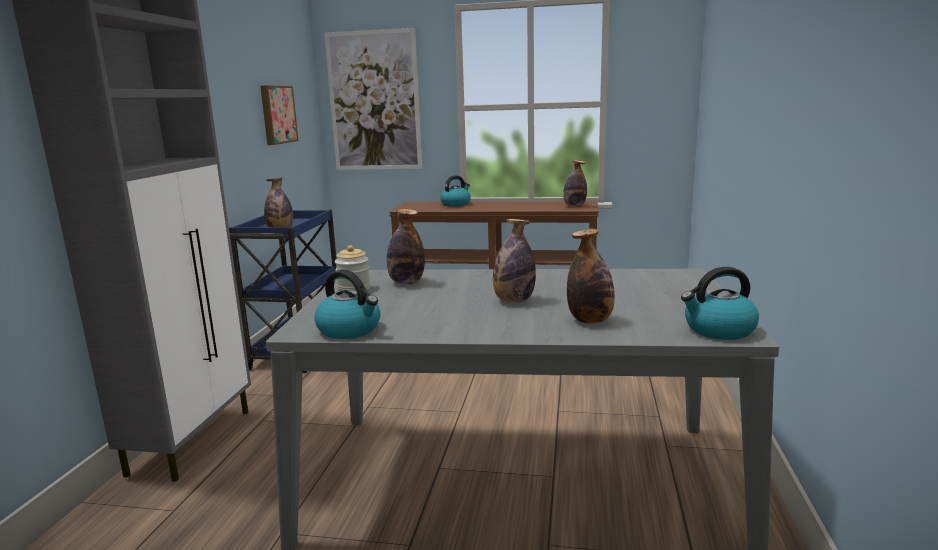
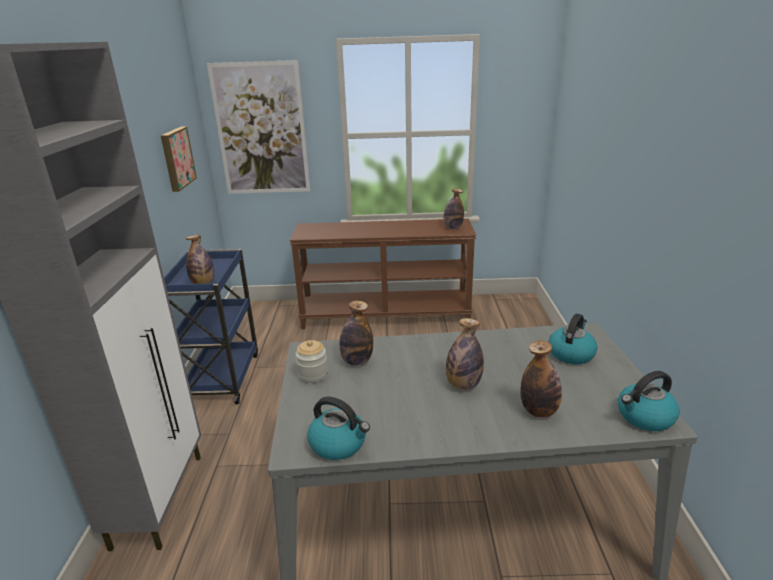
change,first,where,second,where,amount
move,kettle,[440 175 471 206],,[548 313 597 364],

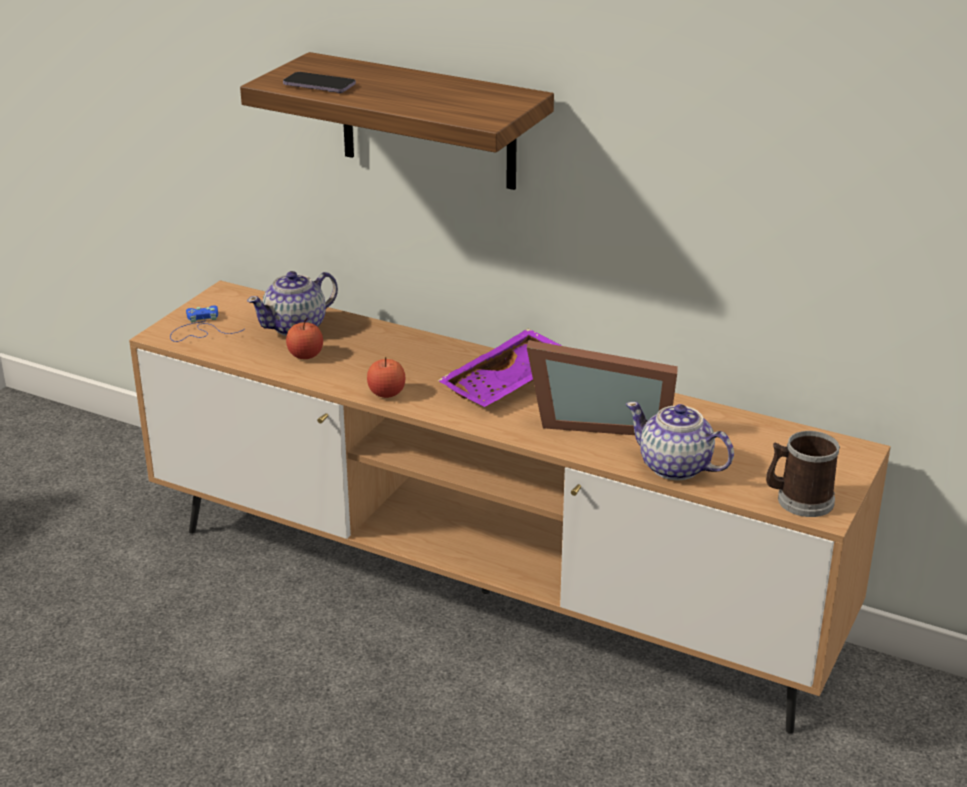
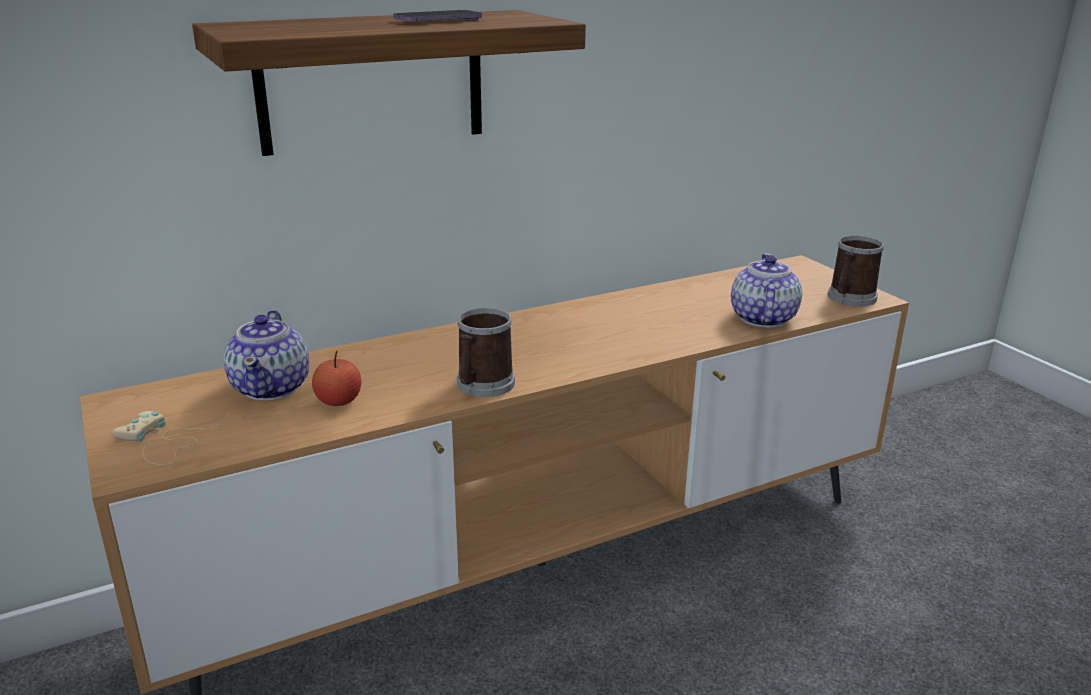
change,first,where,second,where,amount
delete,tray/purple,[437 329 562 407],,,
delete,picture frame,[527 340 678 435],,,
move,phone,[283 72 356 93],,[393 10 482 22],
replace,apple,[367 357 405 398],mug,[457 308 515 397],
recolor,game controller/blue,[170 305 244 342],game controller/beige,[112 411 228 465],
rotate,teapot,[626 402 734 481],,[731 253 802 328],120 degrees clockwise

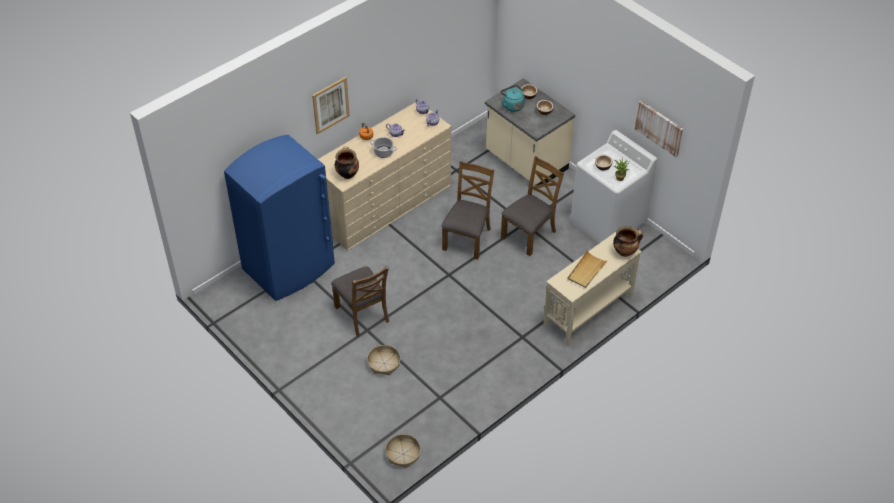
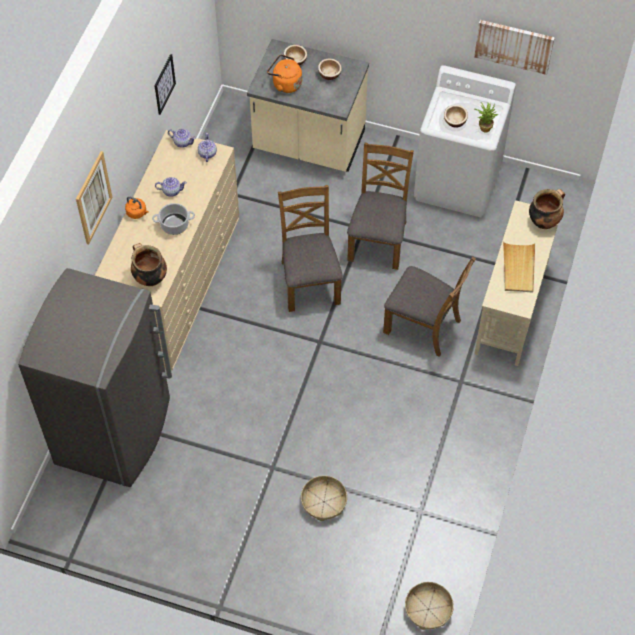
change,first,where,second,where,amount
insert,,,picture,[155 54 176 115],
move,chair/brown,[331 266 389 337],,[383 256 476 357],
recolor,fridge/blue,[224 135 335 301],fridge/grey,[18 268 172 487],
recolor,kettle/turquoise,[500 85 525 112],kettle/orange,[267 54 302 93],

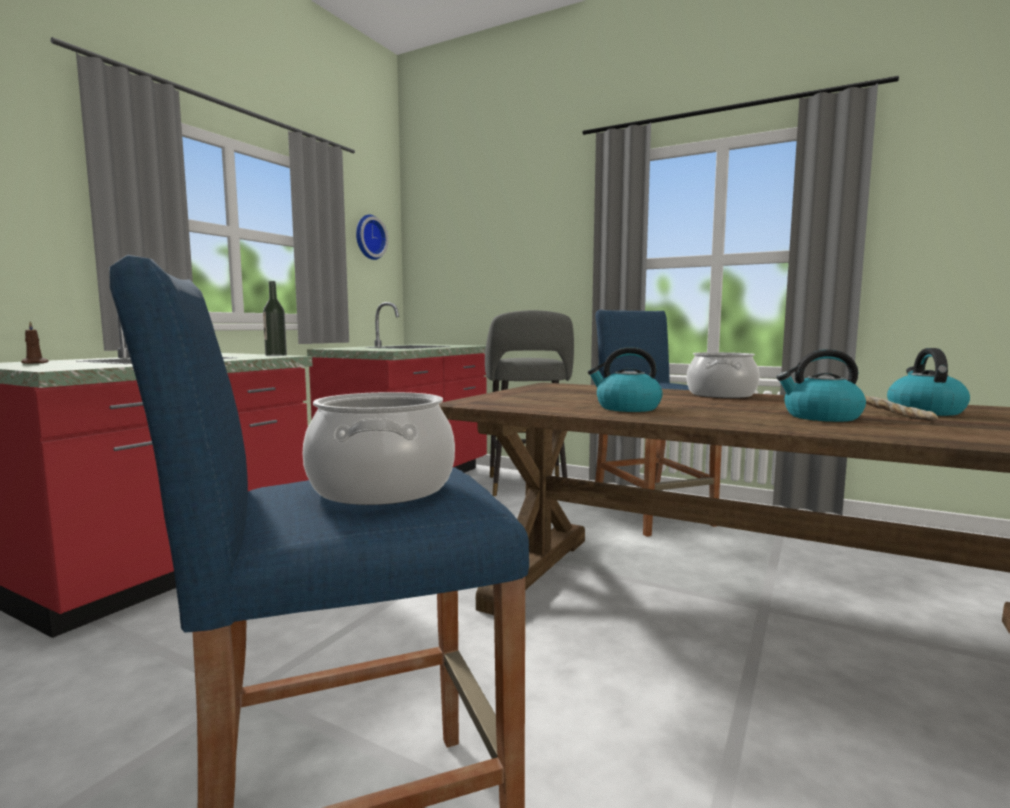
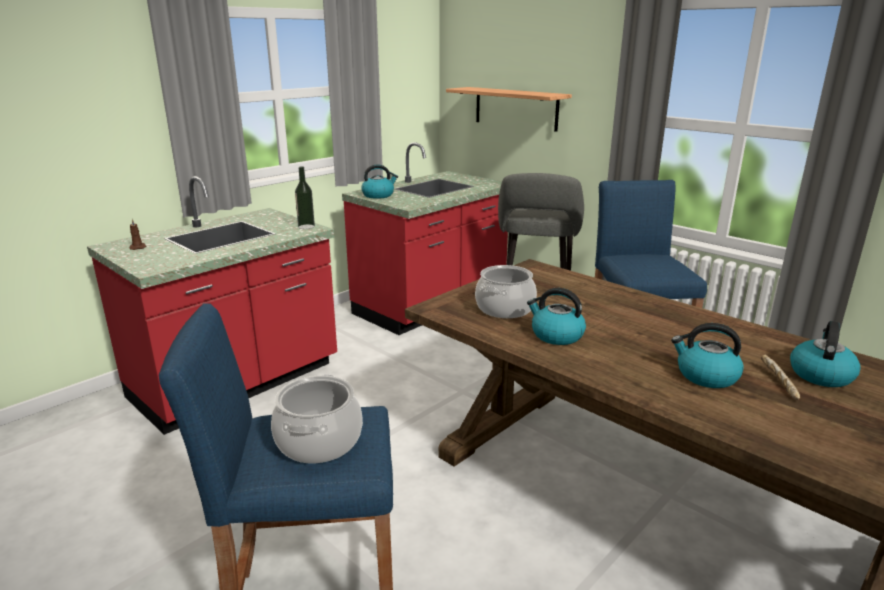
change,first,where,second,where,amount
delete,wall clock,[356 215 388 260],,,
insert,,,kettle,[361 164 398 199],
insert,,,shelf,[446 87 572 132],
move,cooking pot,[687 352 759 398],,[475 265 537 318],

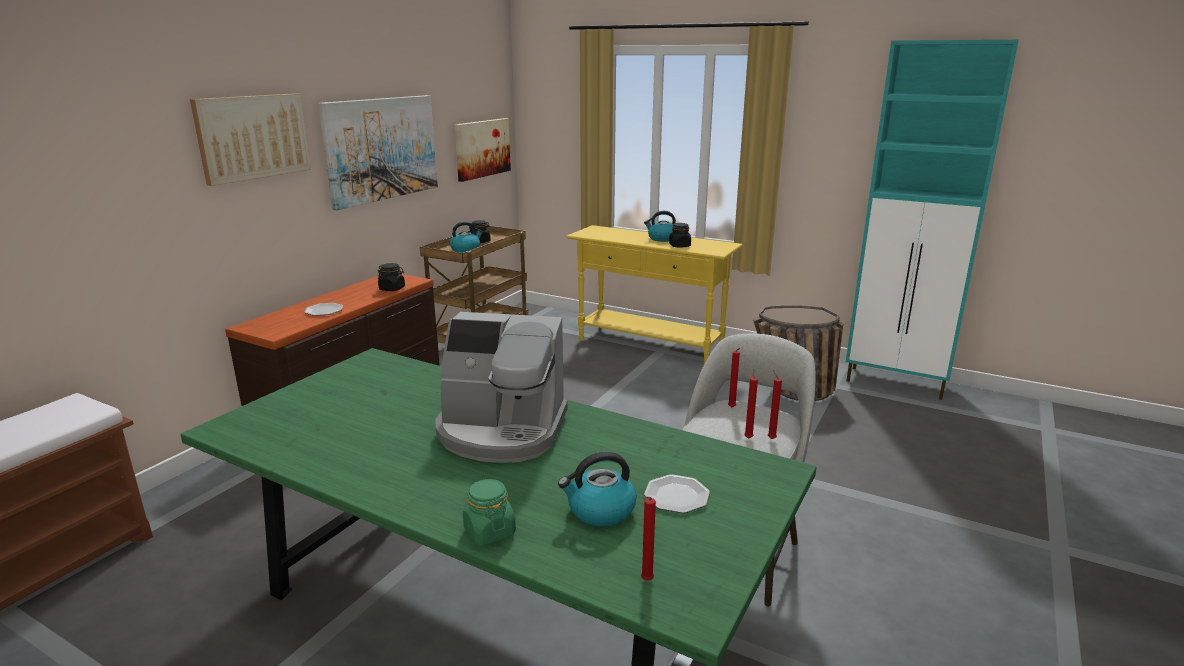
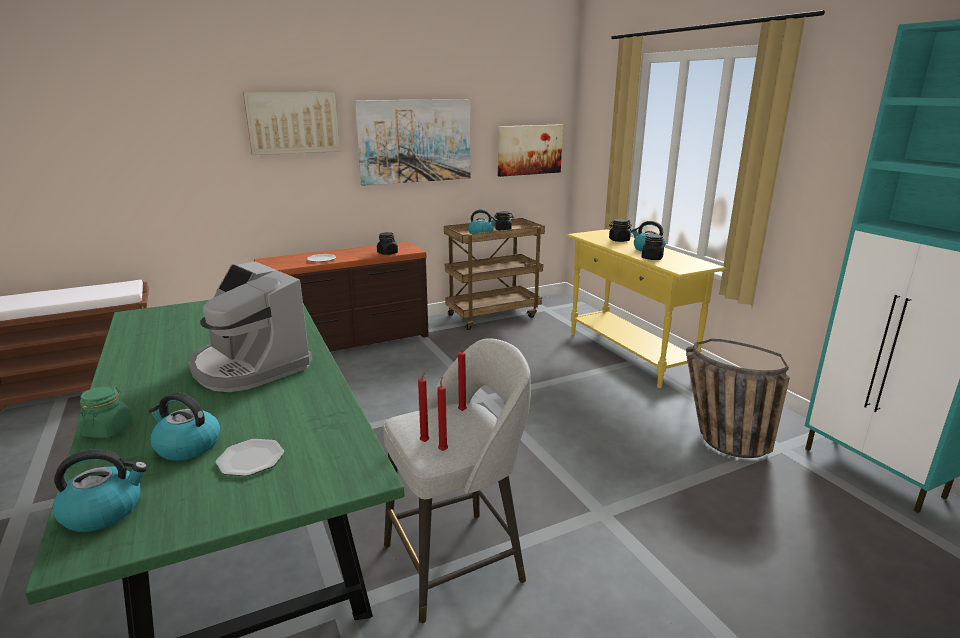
change,first,where,second,where,amount
insert,,,jar/black,[609 219 631 242],
replace,candle/red,[641 497 656 581],kettle,[53 449 148 532],

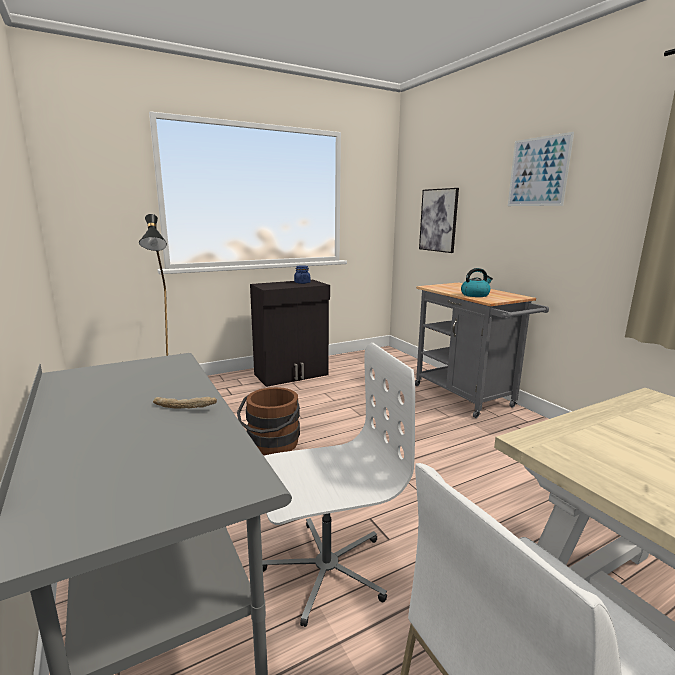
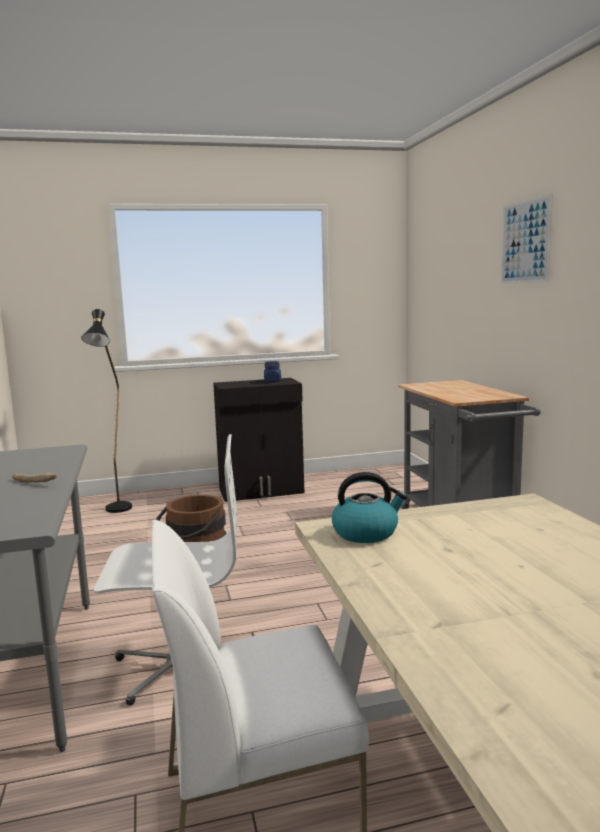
change,first,where,second,where,amount
delete,picture,[419 188 459 253],,,
move,kettle,[461 268 493 297],,[332 472 407 543],

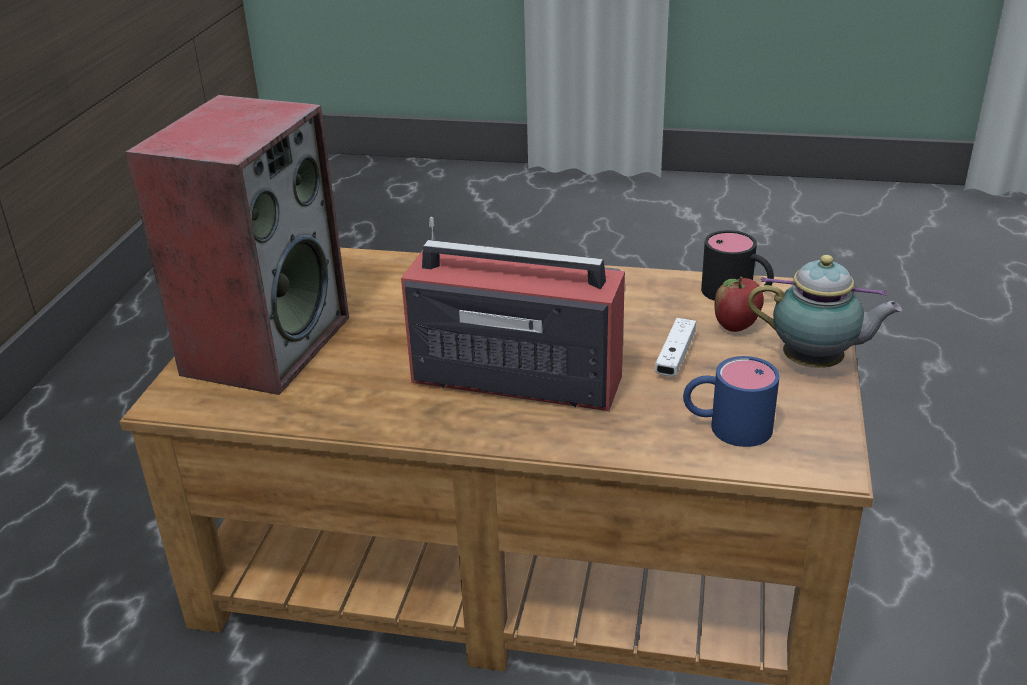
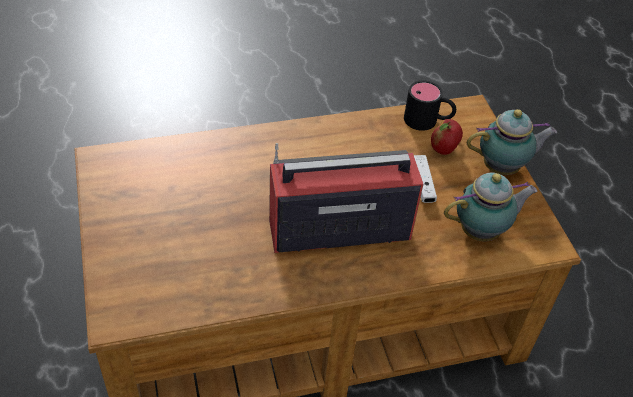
change,first,where,second,where,amount
delete,speaker,[125 95 349 395],,,
replace,mug/blue,[683 356 780 447],teapot,[444 173 538 241],

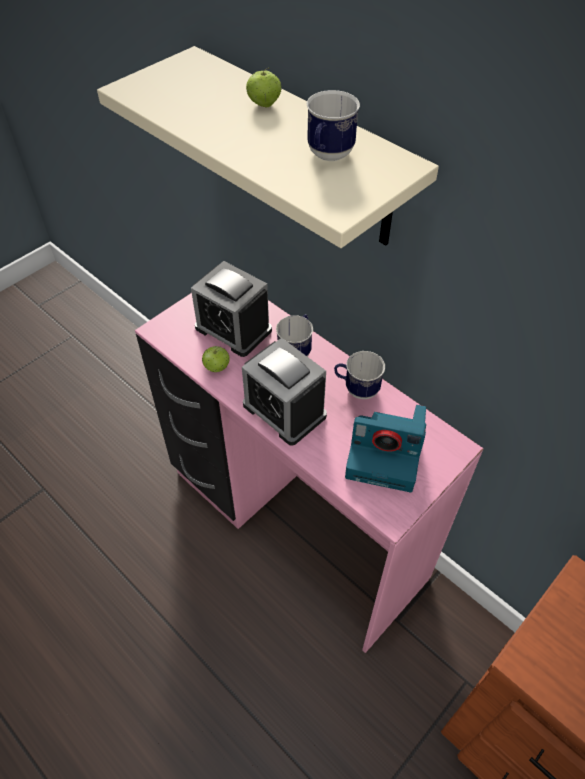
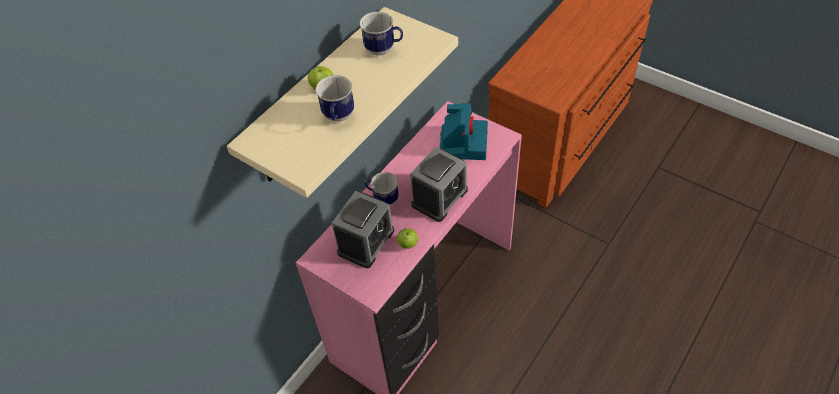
change,first,where,second,where,amount
move,mug,[334 351 385 399],,[316 75 354 122],

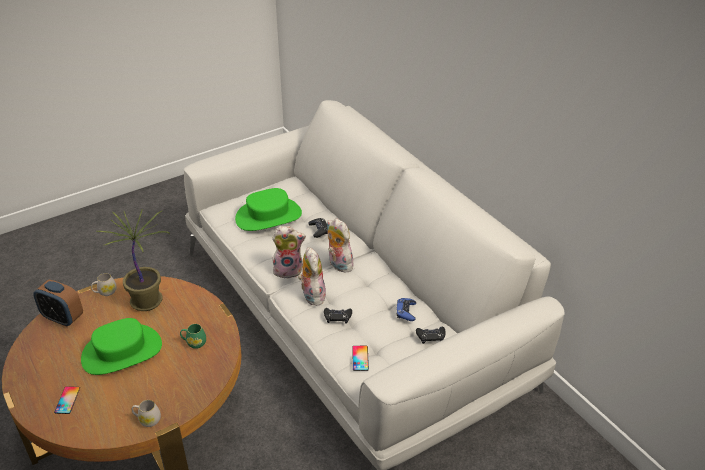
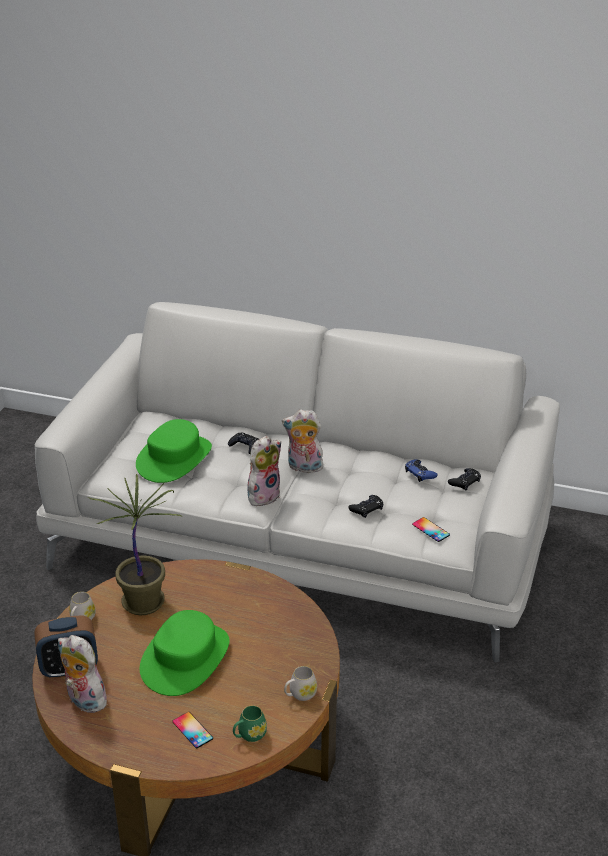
change,first,where,second,where,amount
move,mug/green,[180 324 206 349],,[233 705 267 742],
move,plush toy,[298 247 326 306],,[58 635 112 713],

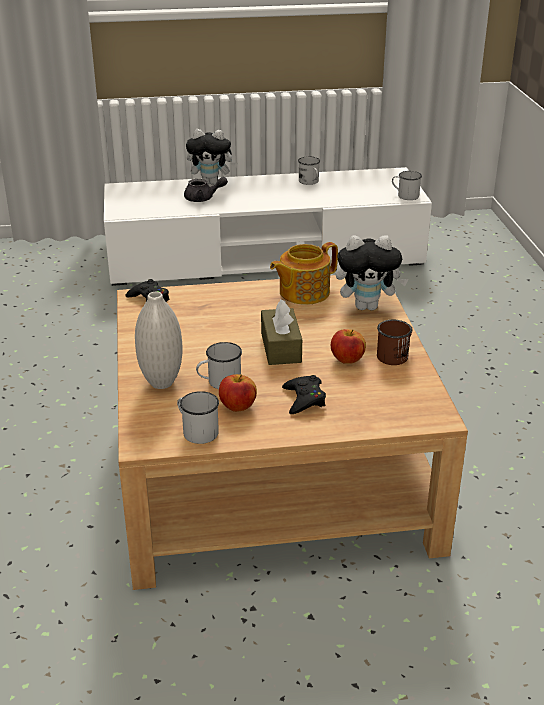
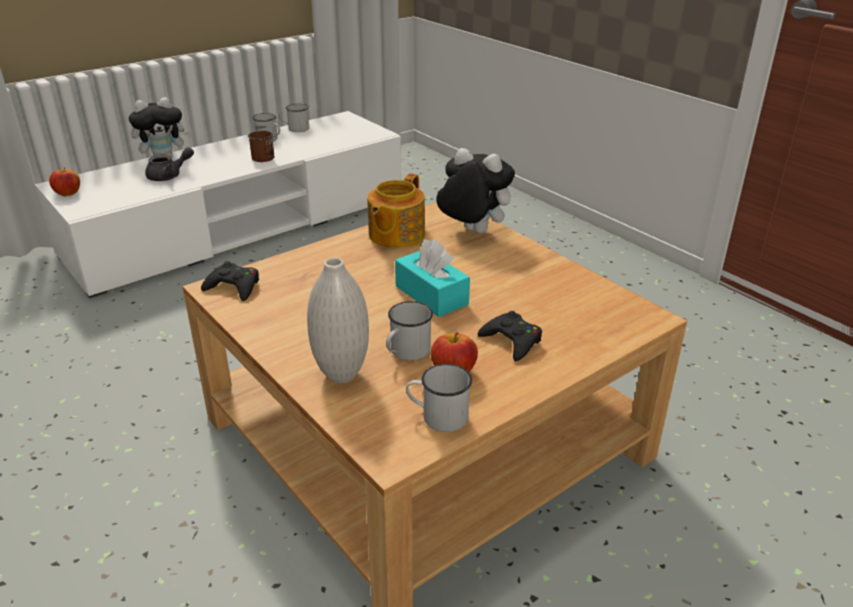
change,first,where,second,where,amount
move,apple,[331 329 366 364],,[49 167 80 196],
move,mug/brown,[377 320 412 365],,[248 130 274 162],
move,mug/white,[392 171 422 200],,[279 103 309 132],
recolor,tissue box/brown,[261 300 302 365],tissue box/turquoise,[395 239 470 317],
rotate,plush toy,[336 235 408 310],,[436 148 515 234],120 degrees counterclockwise

